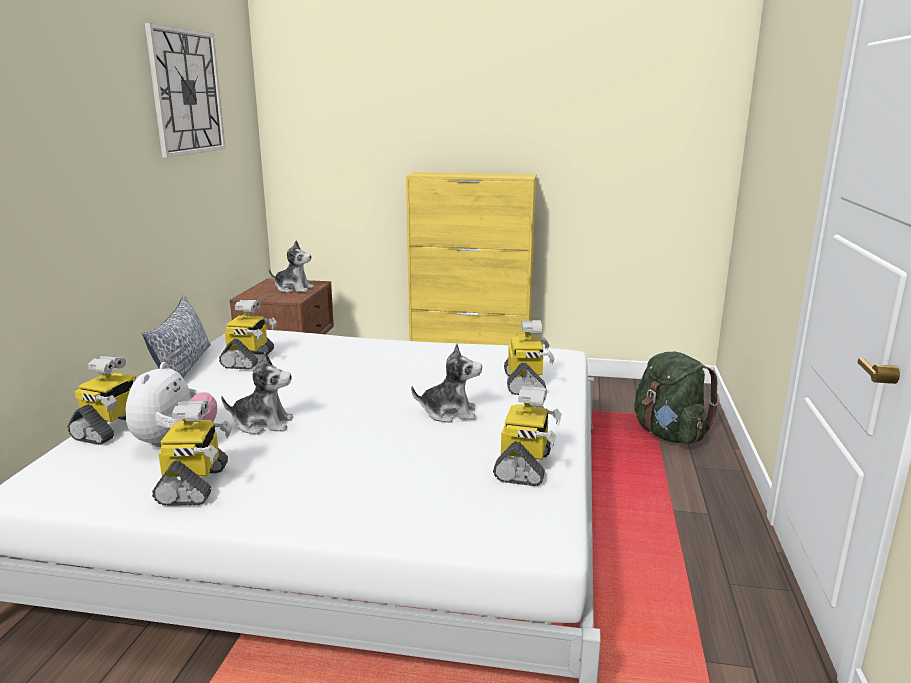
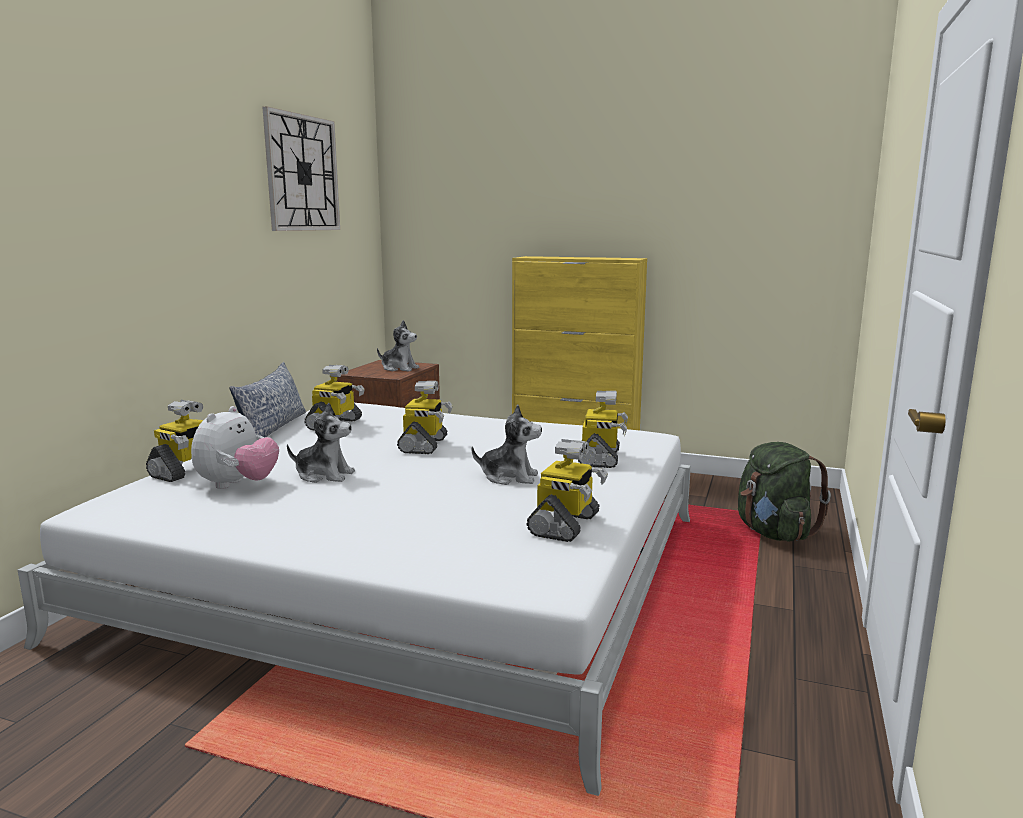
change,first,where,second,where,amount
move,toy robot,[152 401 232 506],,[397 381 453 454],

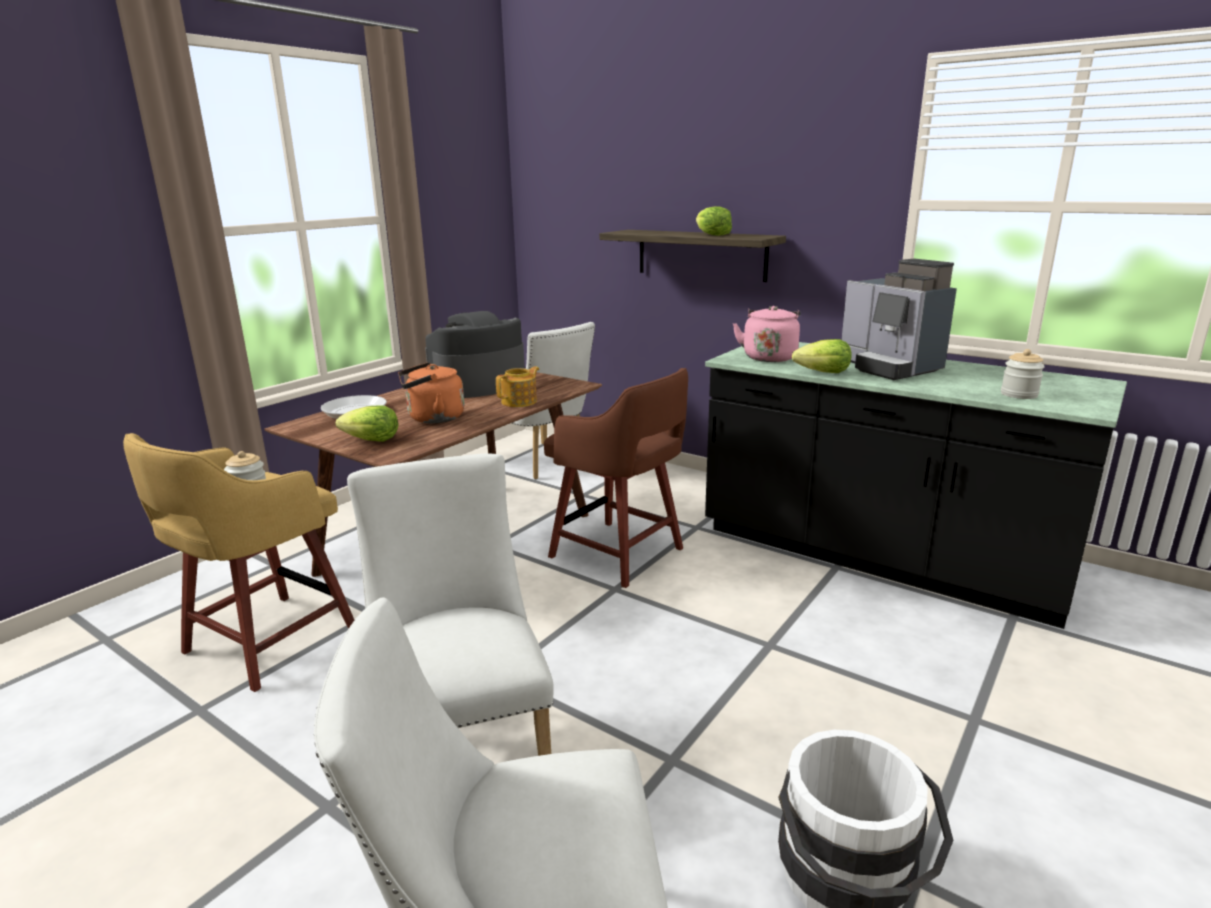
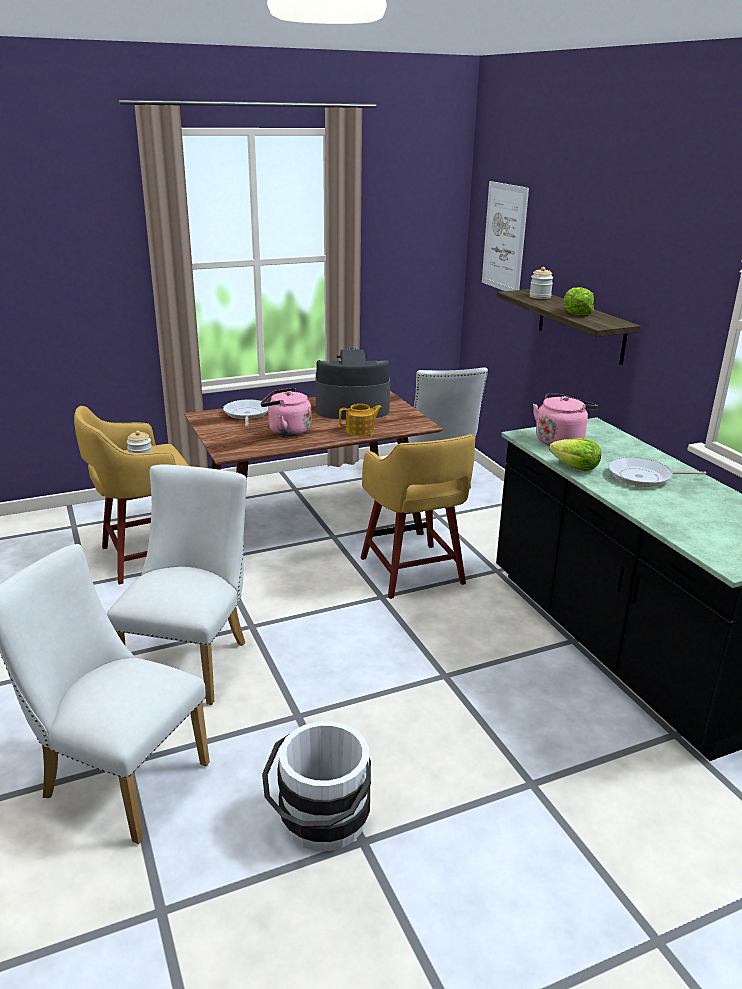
change,first,where,second,where,amount
delete,lettuce,[336 405 398 442],,,
insert,,,picture,[482 181 529 291],
move,jar,[1001 349 1045 399],,[530 267 553 299],
replace,coffee machine,[842 259 957 380],frying pan,[608 457 706 487],
recolor,kettle/orange,[398 362 464 423],kettle/pink,[261 388 311 436],
recolor,stool/brown,[544 368 688 588],stool/yellow,[361 434 475 599],

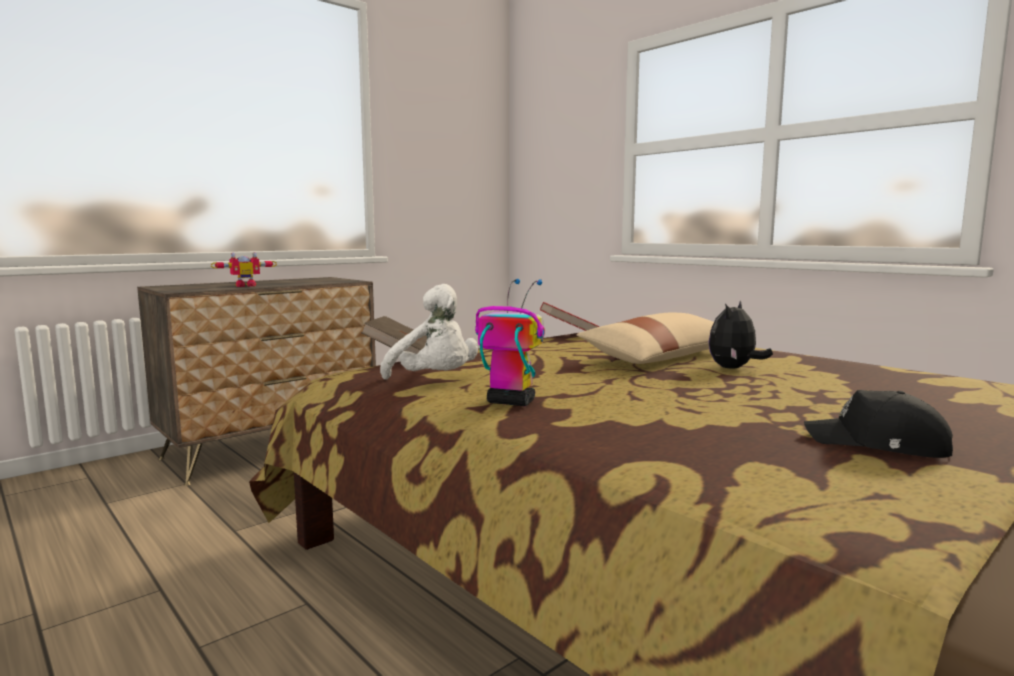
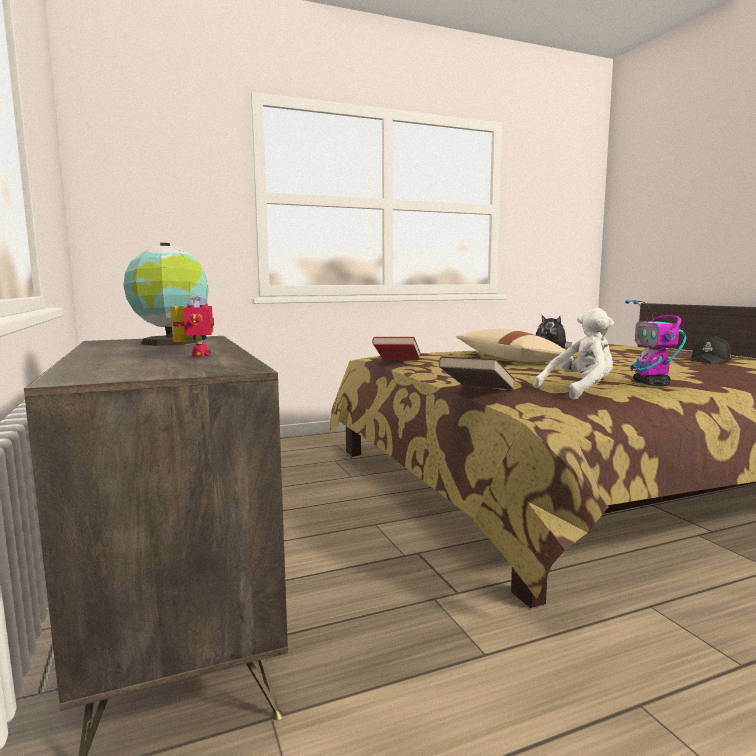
change,first,where,second,where,amount
insert,,,globe,[123 243 209 346],
rotate,toy robot,[475 279 545 406],,[625 300 686 386],45 degrees counterclockwise

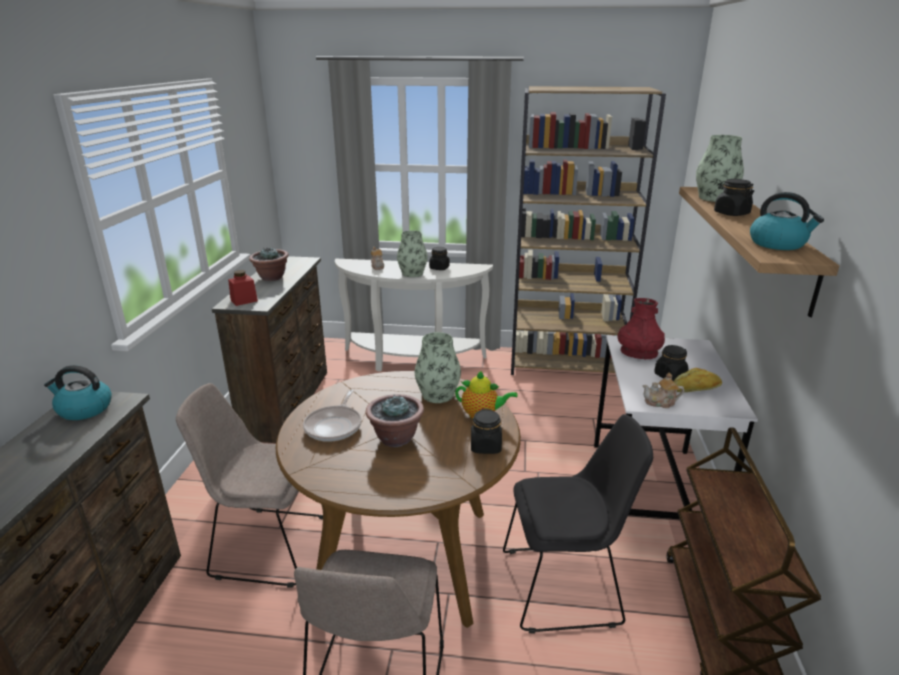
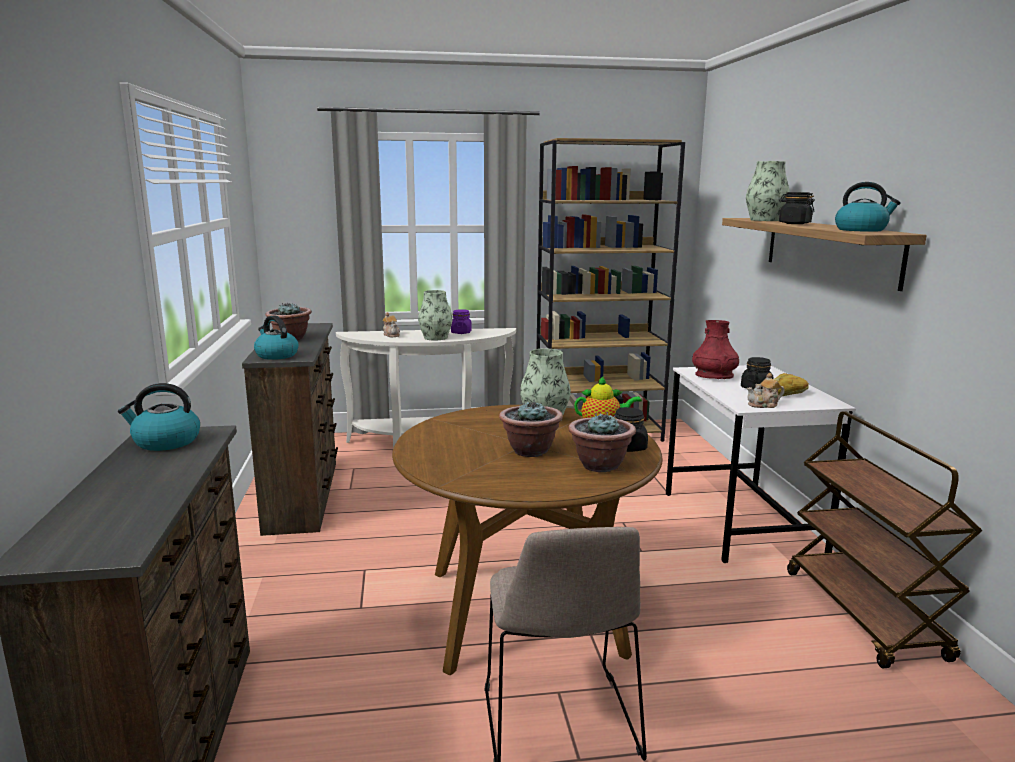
change,first,where,second,where,amount
delete,chair/beige,[176 383 323 588],,,
delete,frying pan,[303 390 362 442],,,
delete,chair/black,[503 414 653 634],,,
insert,,,potted plant,[568 412 636 472],
replace,jar/red,[228 270 258 306],kettle,[254 315 299 360],
recolor,jar/black,[429 247 450 270],jar/purple,[451 309 472 334],

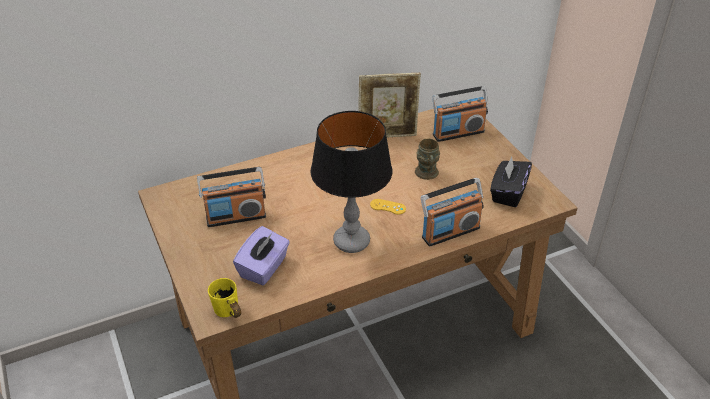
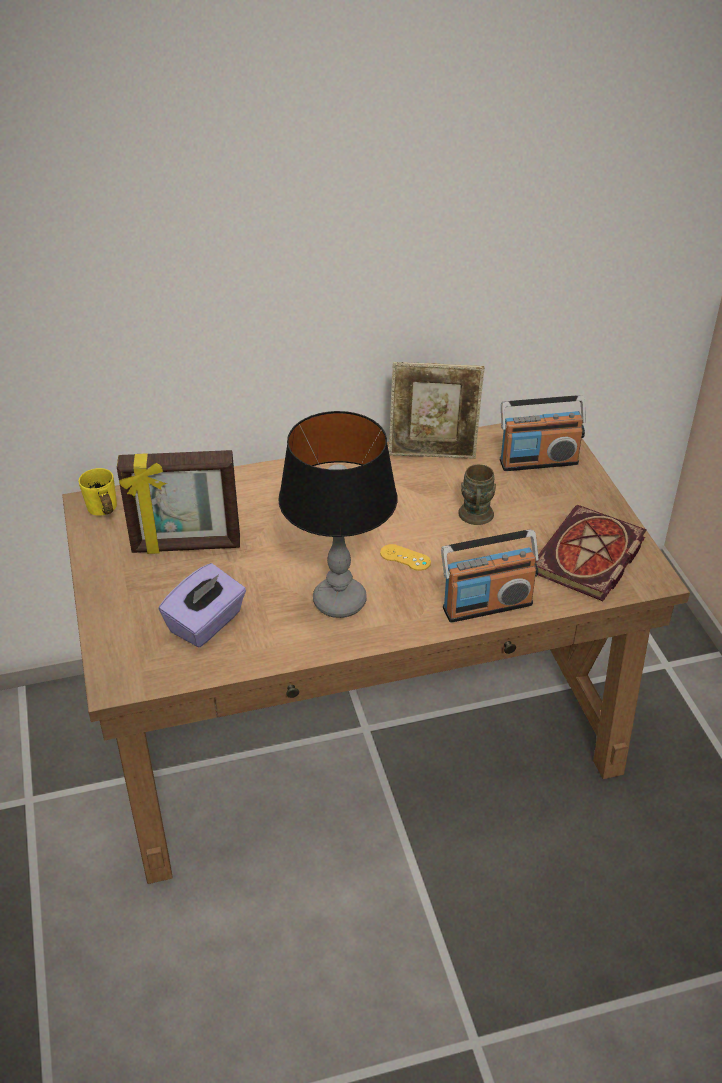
change,first,where,second,where,amount
move,mug/yellow,[208 278 241 318],,[79 468 117 516],
replace,radio,[197 167 266 227],picture frame,[117 450 240 554],
replace,tissue box/black,[490 156 532 207],book,[535 505 647 601],

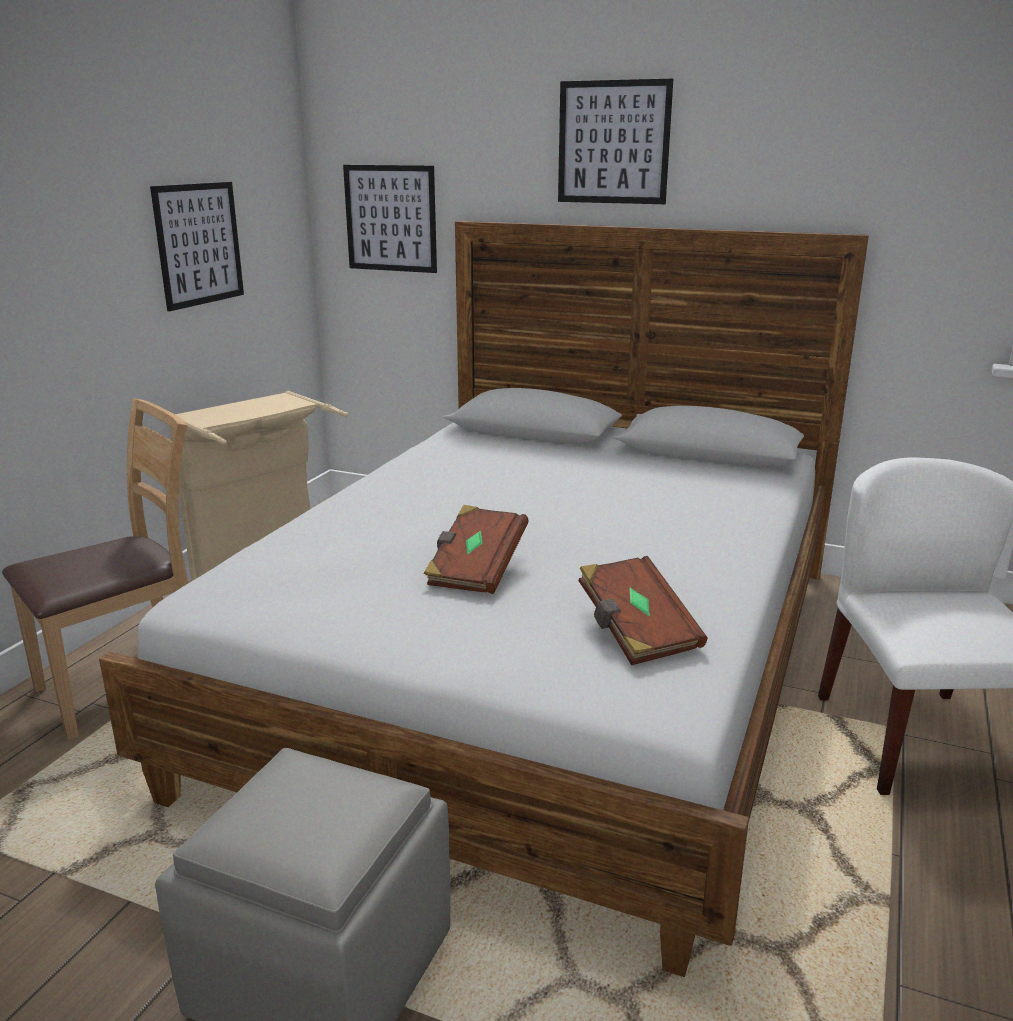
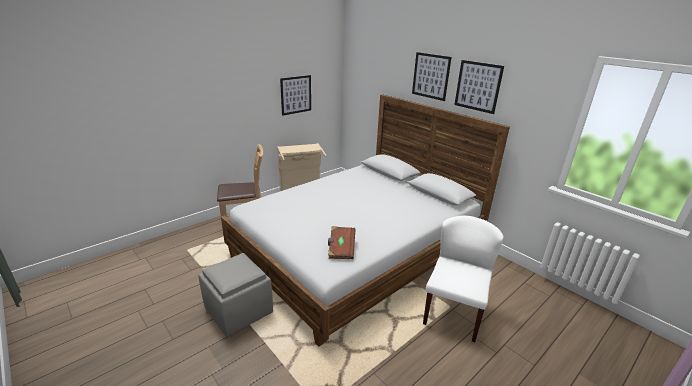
change,first,where,second,where,amount
delete,book/brown,[423 505 528 594],,,
move,picture,[343 165 437 273],,[454 60 504 114],

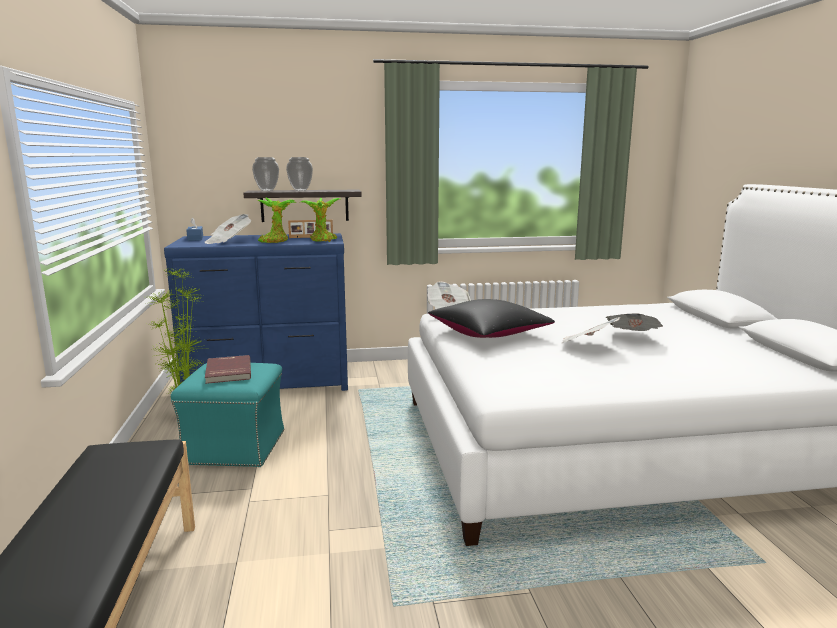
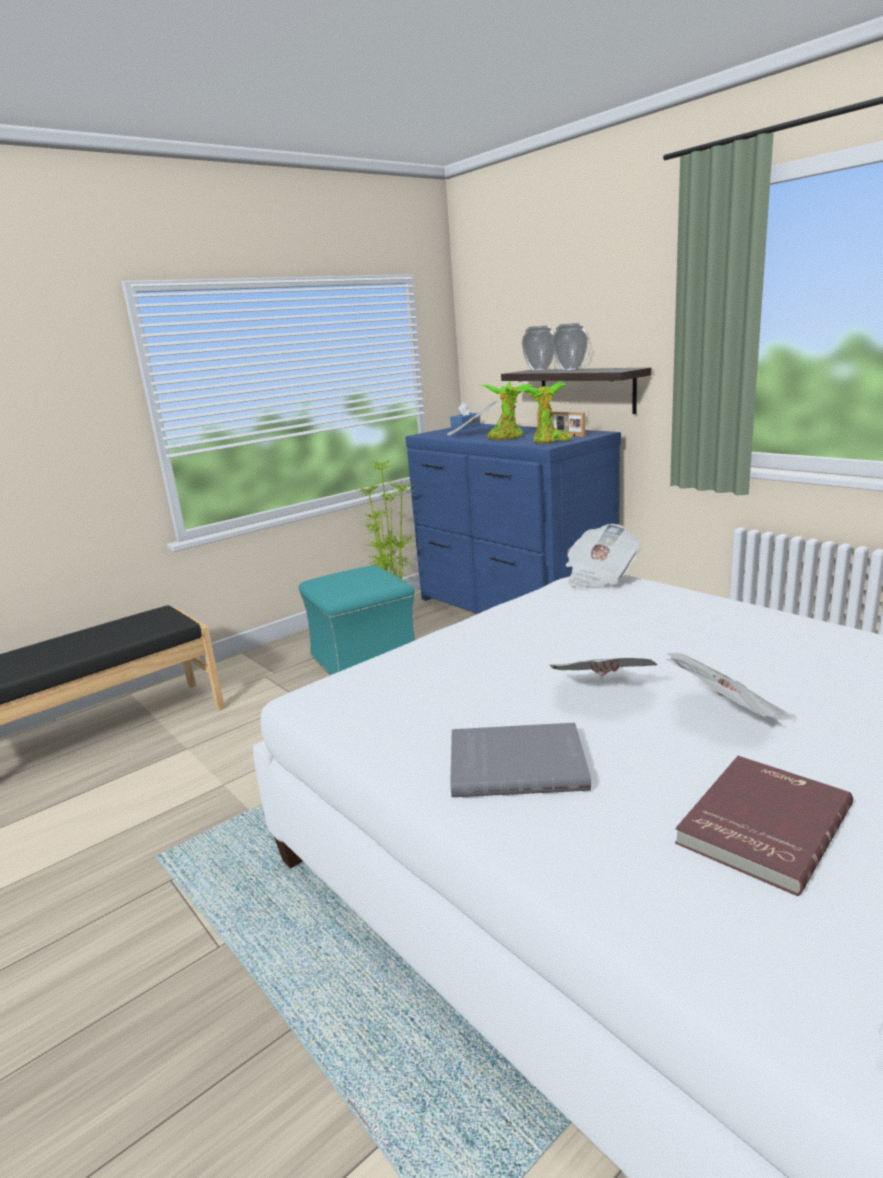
change,first,where,second,where,amount
delete,pillow/black,[428 299 555 338],,,
insert,,,book/grey,[450 723 591 797],
move,book/red,[205 355 251 384],,[675 756 853 896],

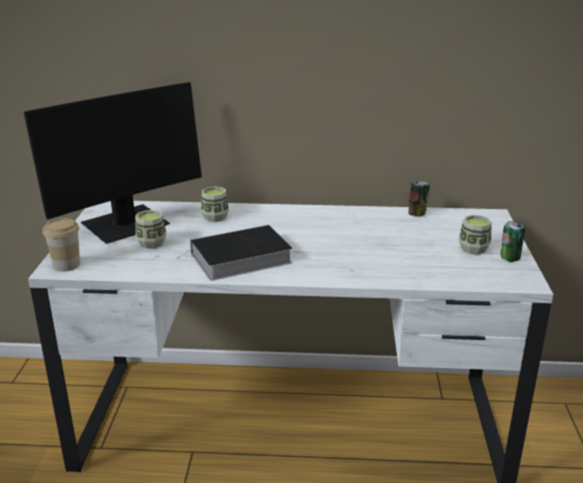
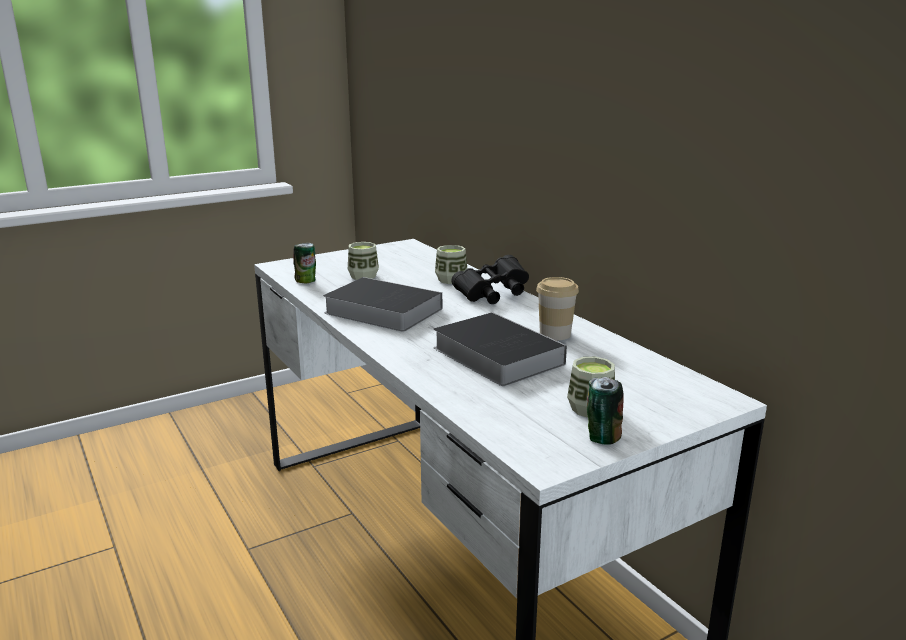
change,first,where,second,where,amount
delete,monitor,[24 82 202 244],,,
insert,,,book,[433 312 567 386],
insert,,,binoculars/black,[451 255 529 304],
move,cup,[43 218 80 272],,[536 277 579 340],
move,can,[408 181 430 216],,[293 243 316 283],

